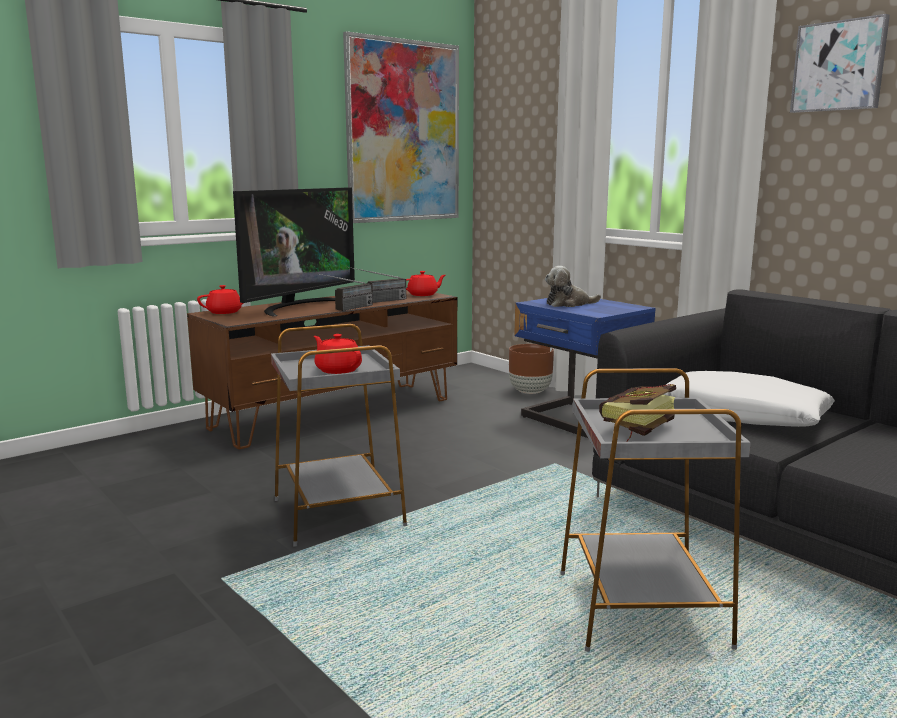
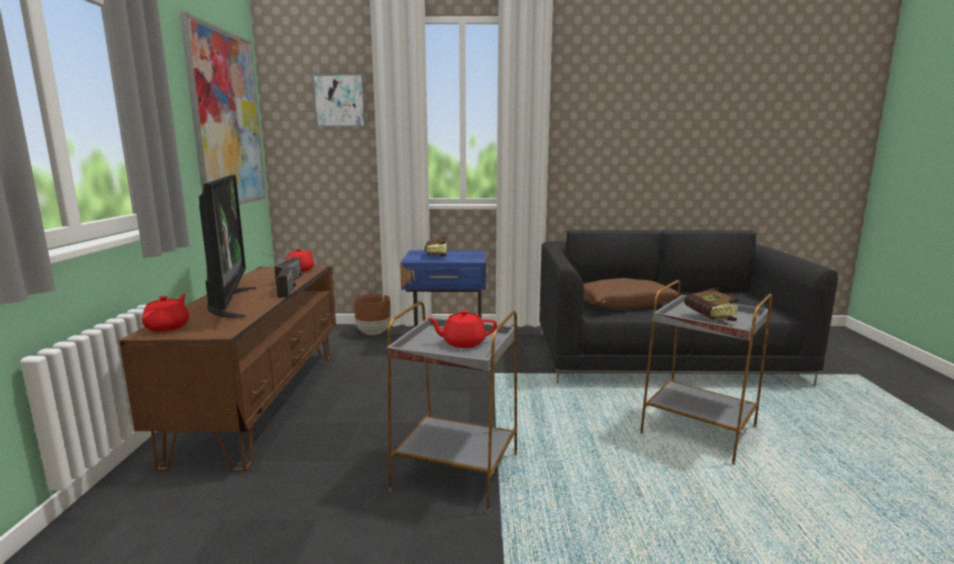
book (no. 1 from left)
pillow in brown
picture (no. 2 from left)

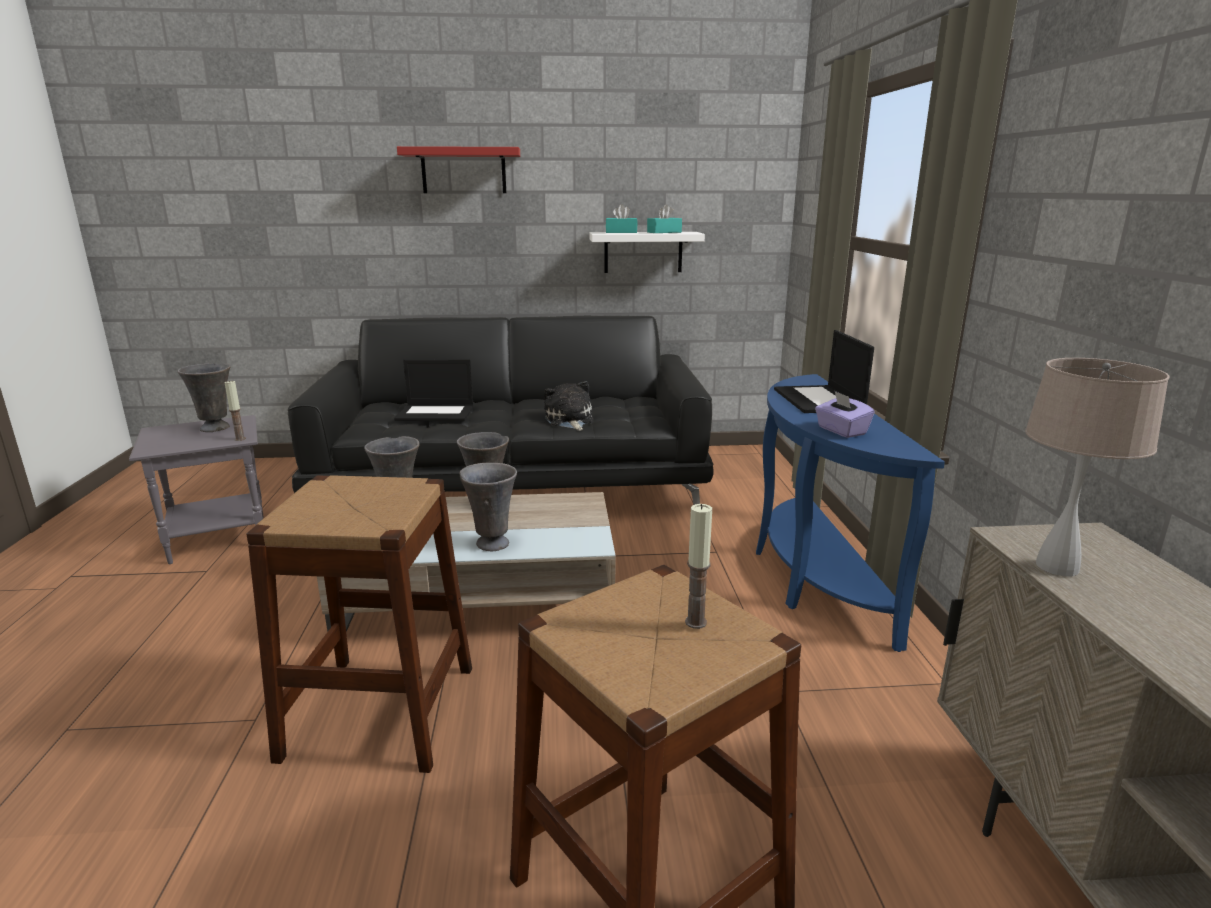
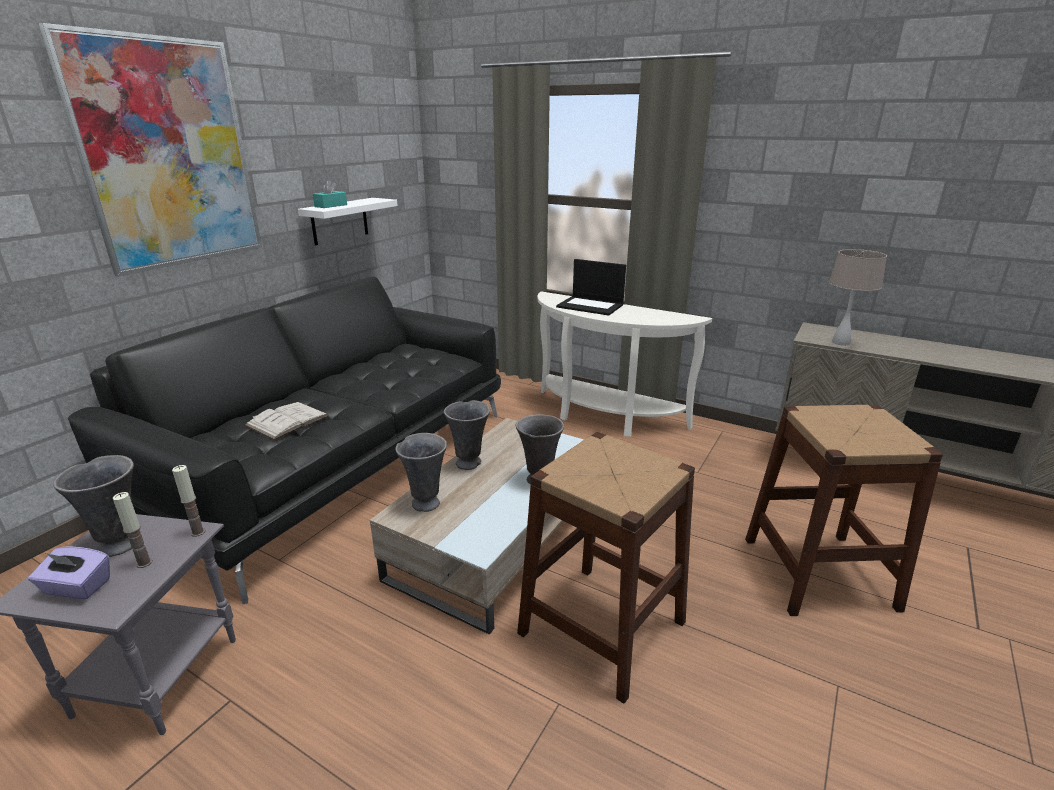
book in white
picture
plush toy
tissue box in turquoise (no. 2 from left in the first image)
candle (no. 1 from left)
console table in white
tissue box in purple

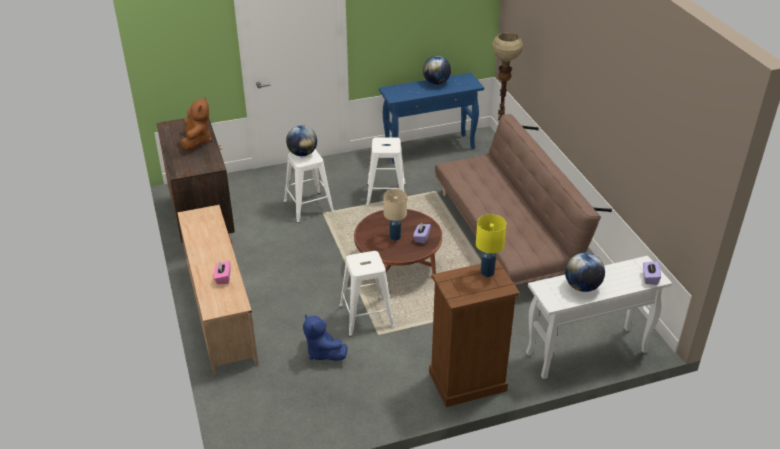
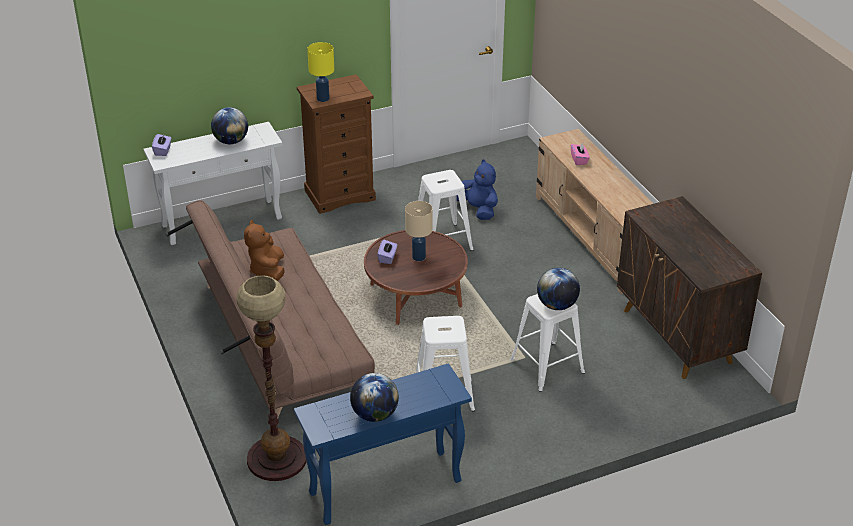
plush toy in brown

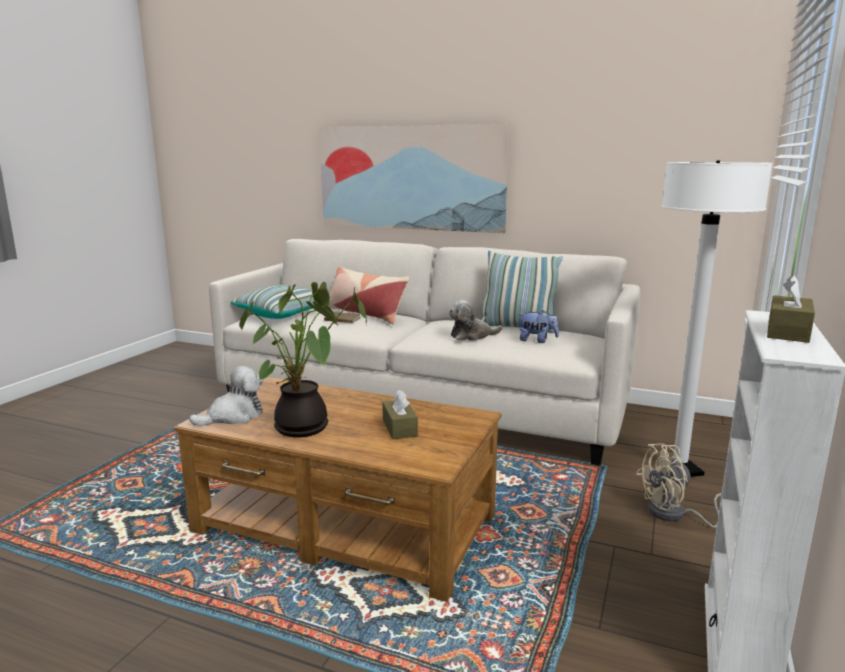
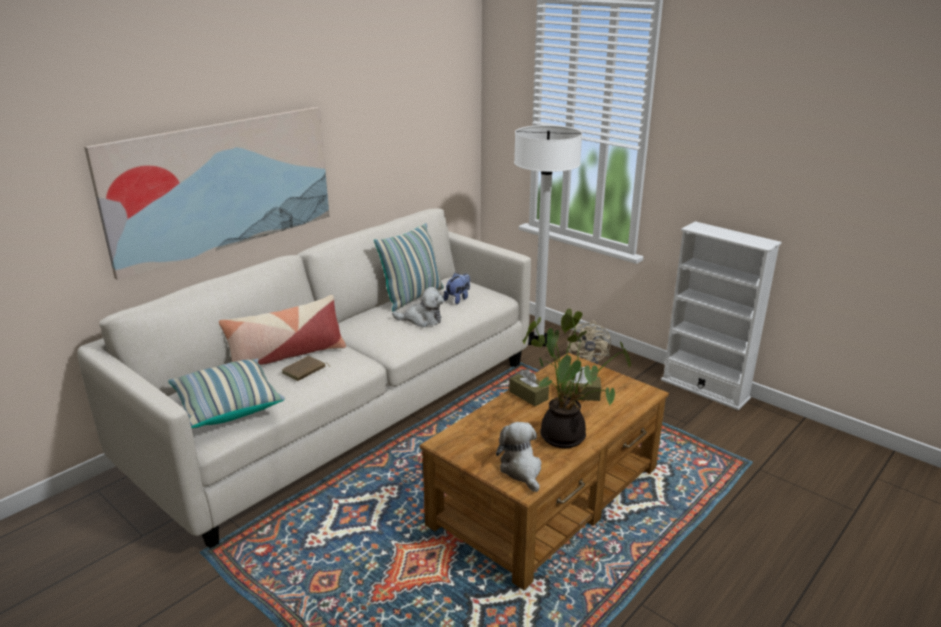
plush toy (no. 1 from left)
tissue box in brown (no. 1 from left)

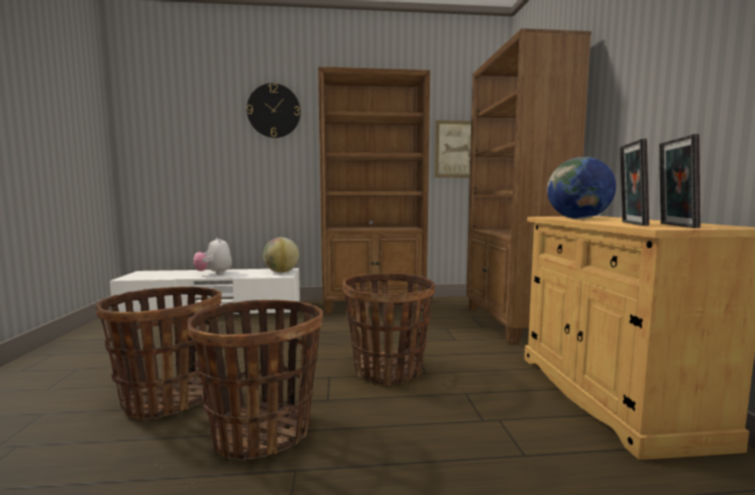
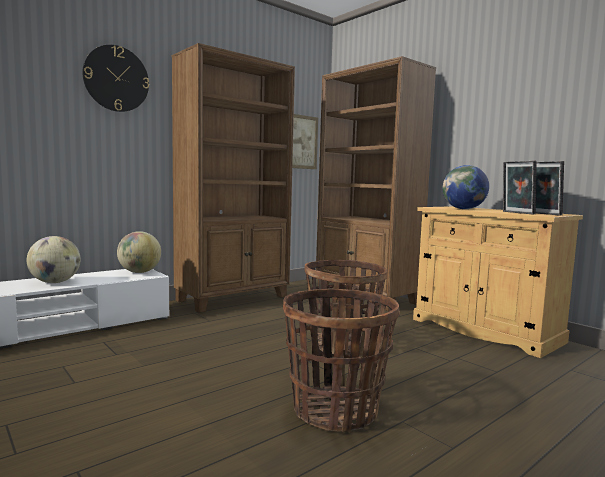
basket (no. 1 from left in the first image)
globe (no. 1 from left)

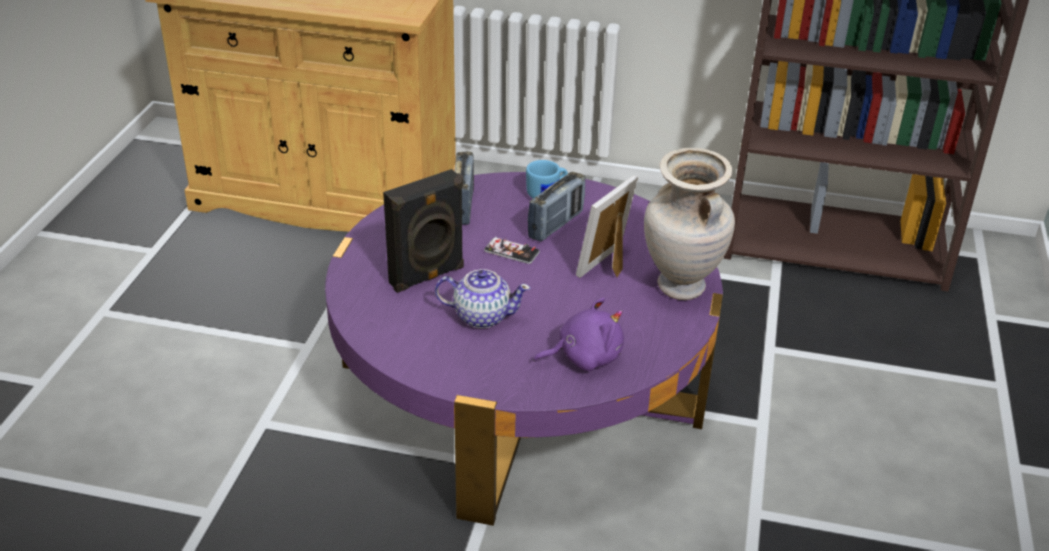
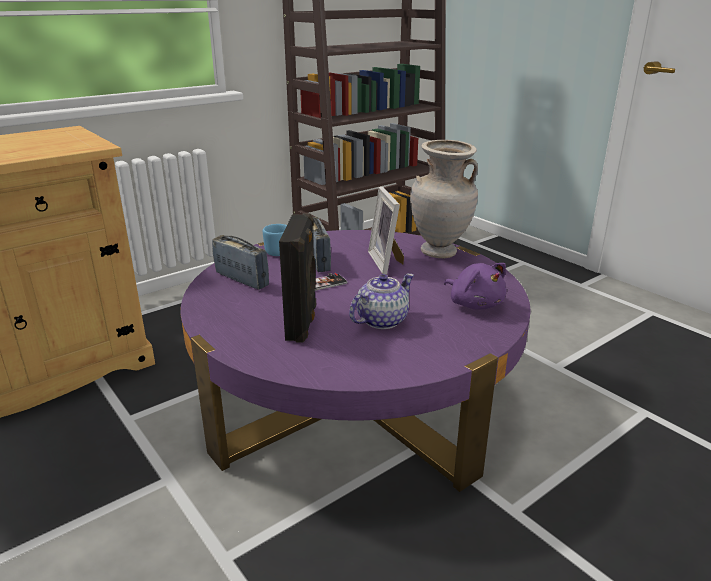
plush toy in purple

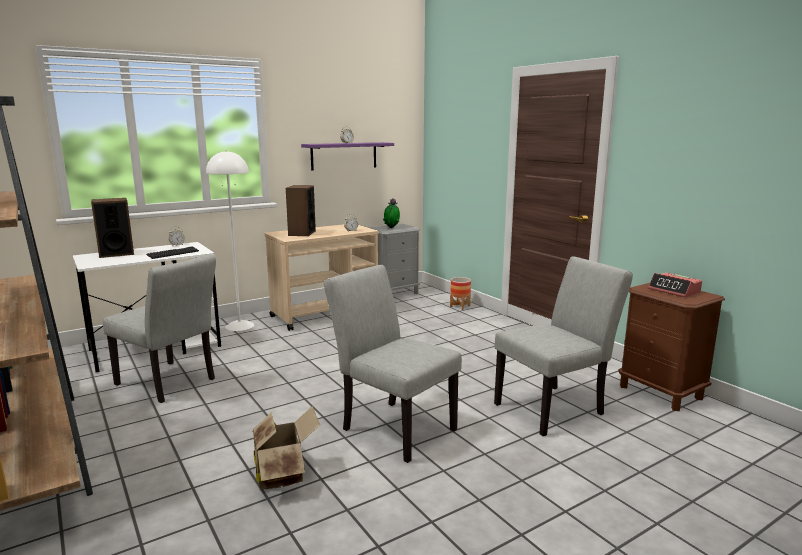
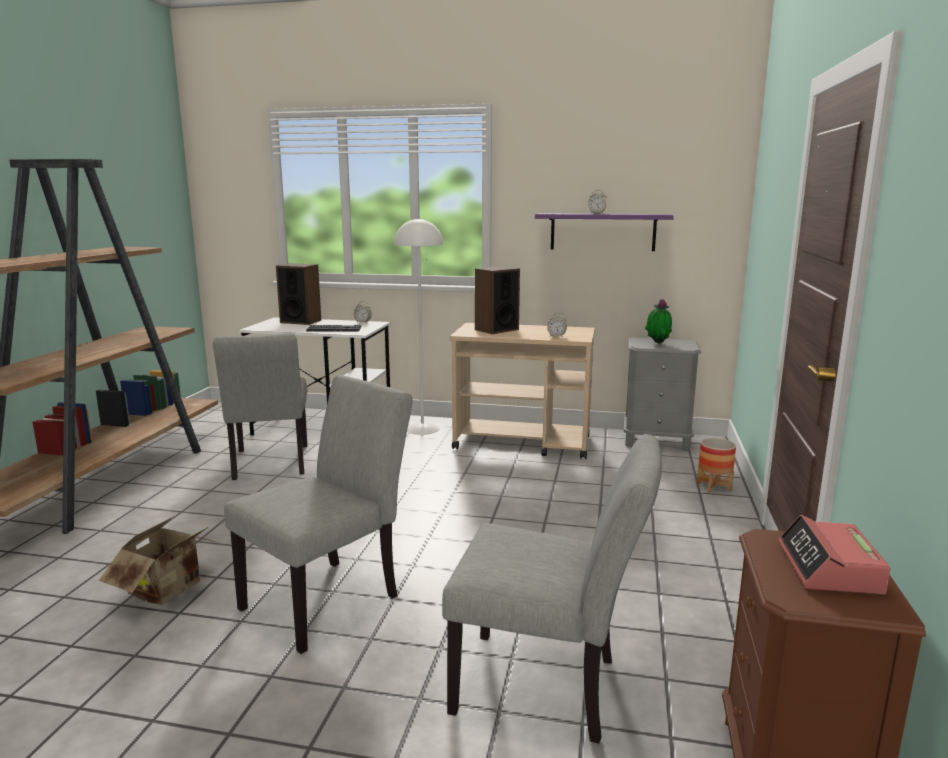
chair in grey (no. 2 from left)

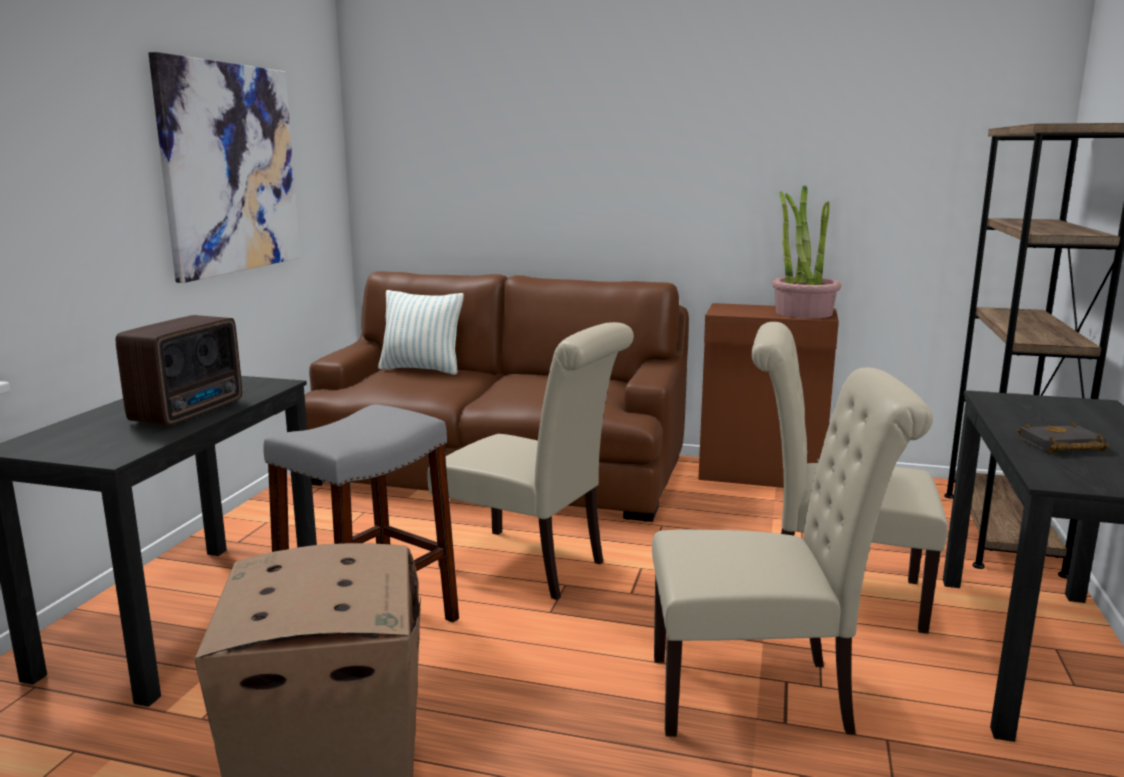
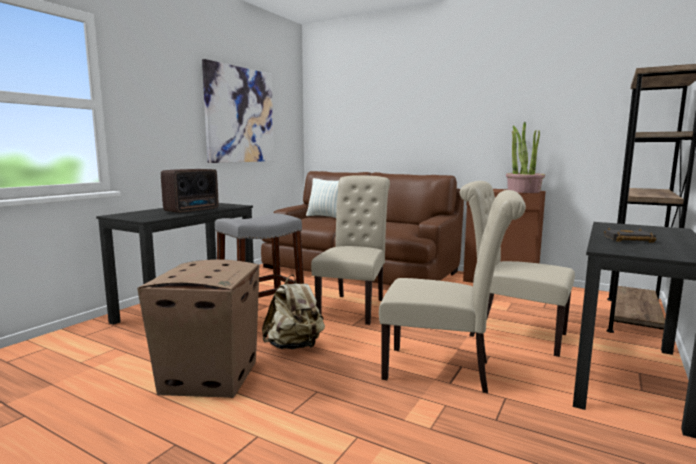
chair in beige (no. 1 from left)
backpack in beige

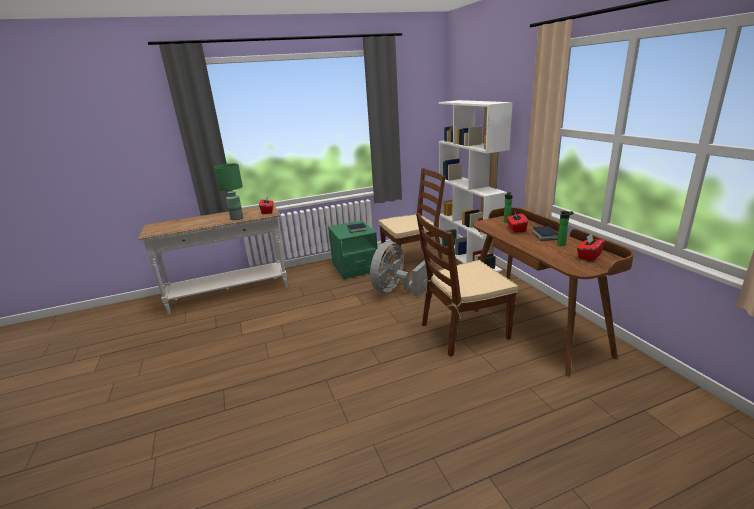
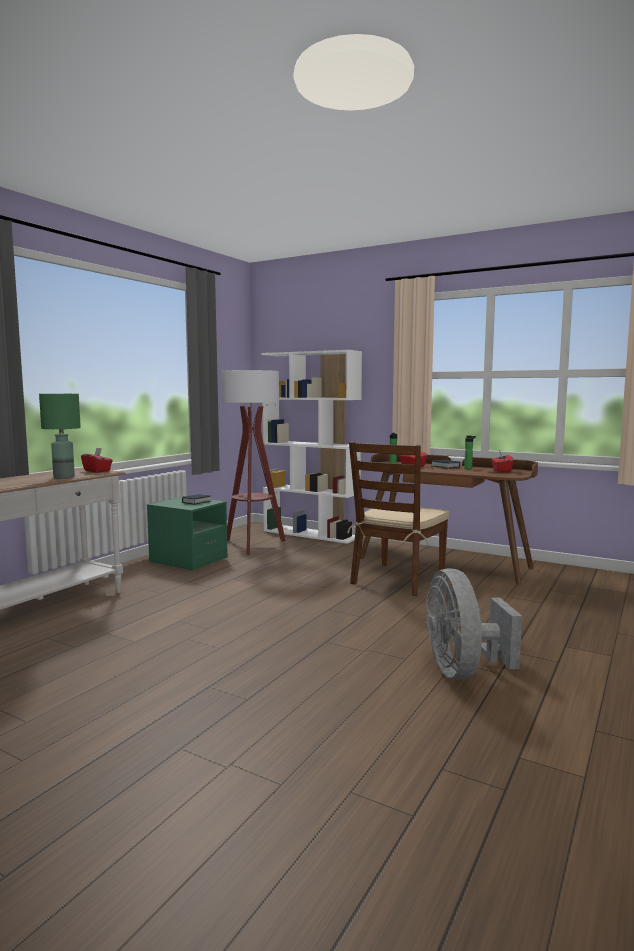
fan in grey
floor lamp

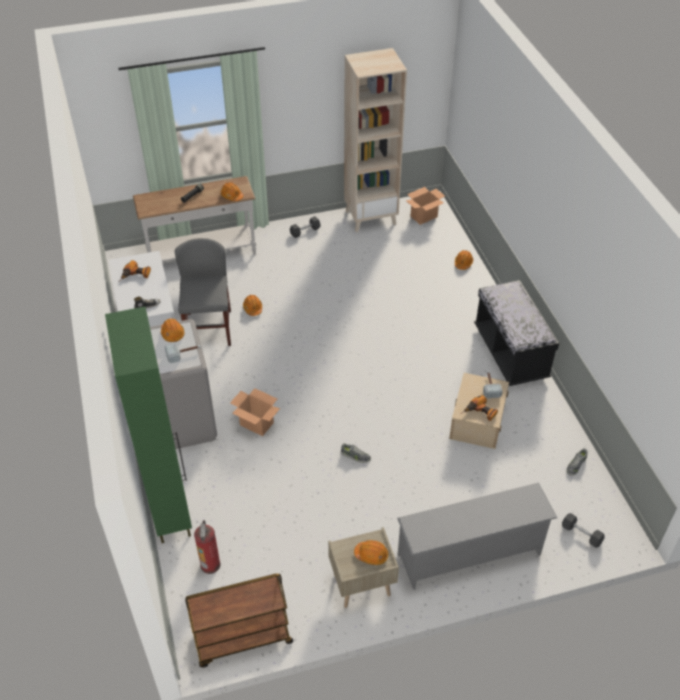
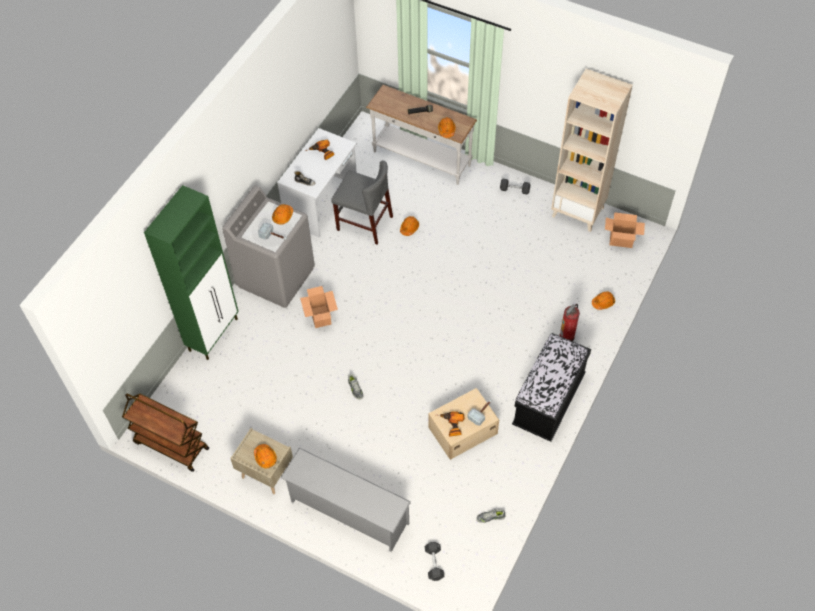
chair in grey
fire extinguisher

